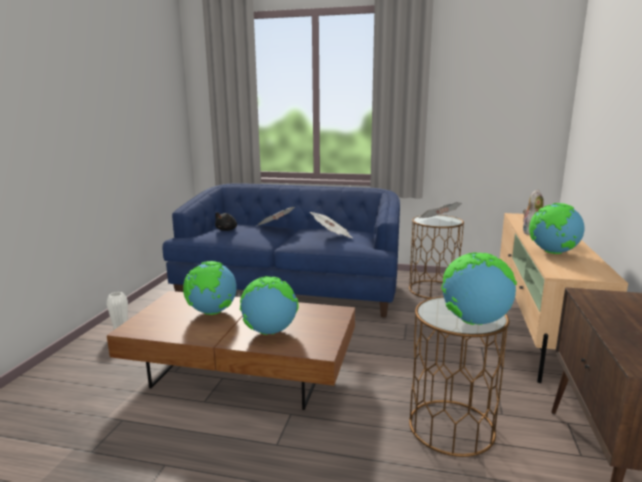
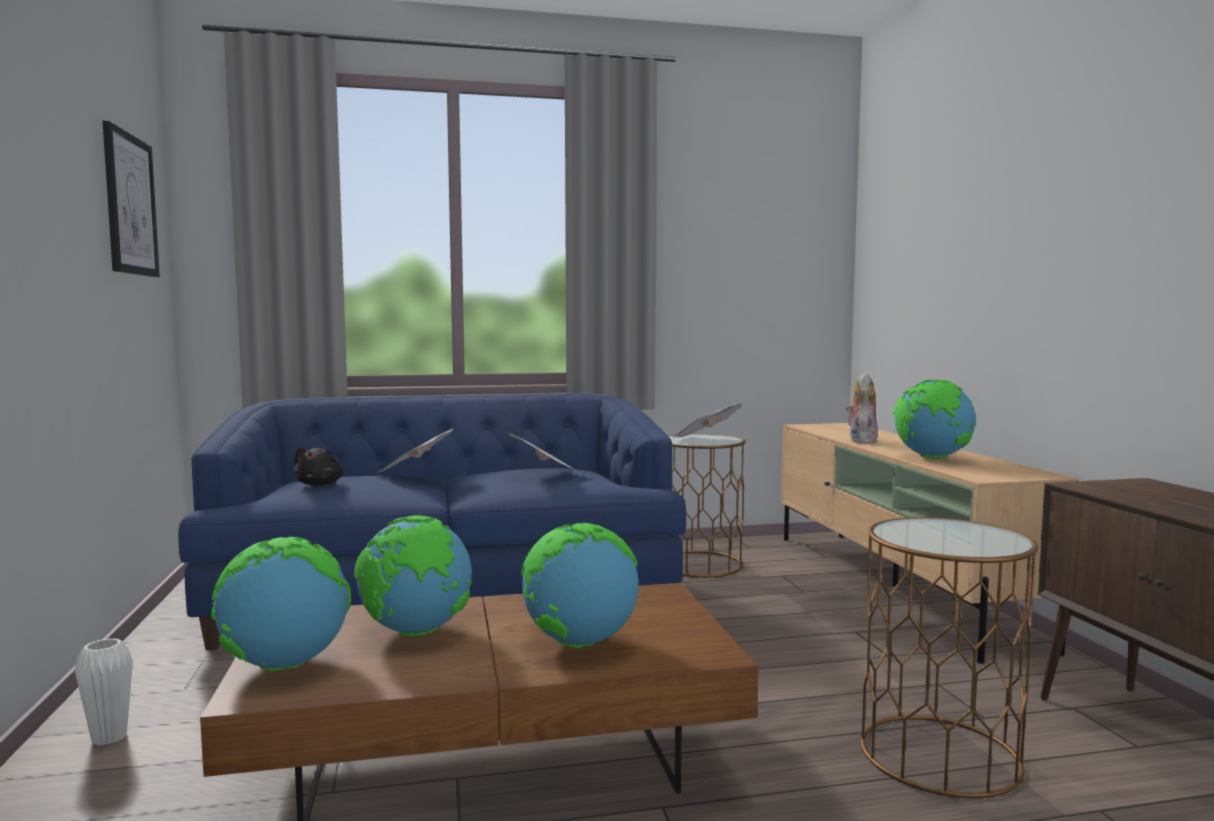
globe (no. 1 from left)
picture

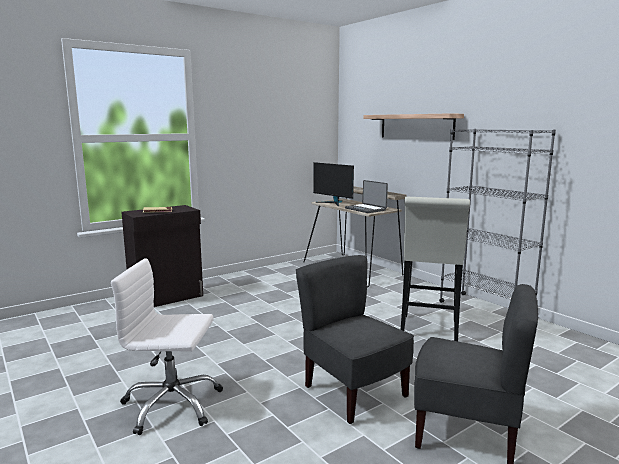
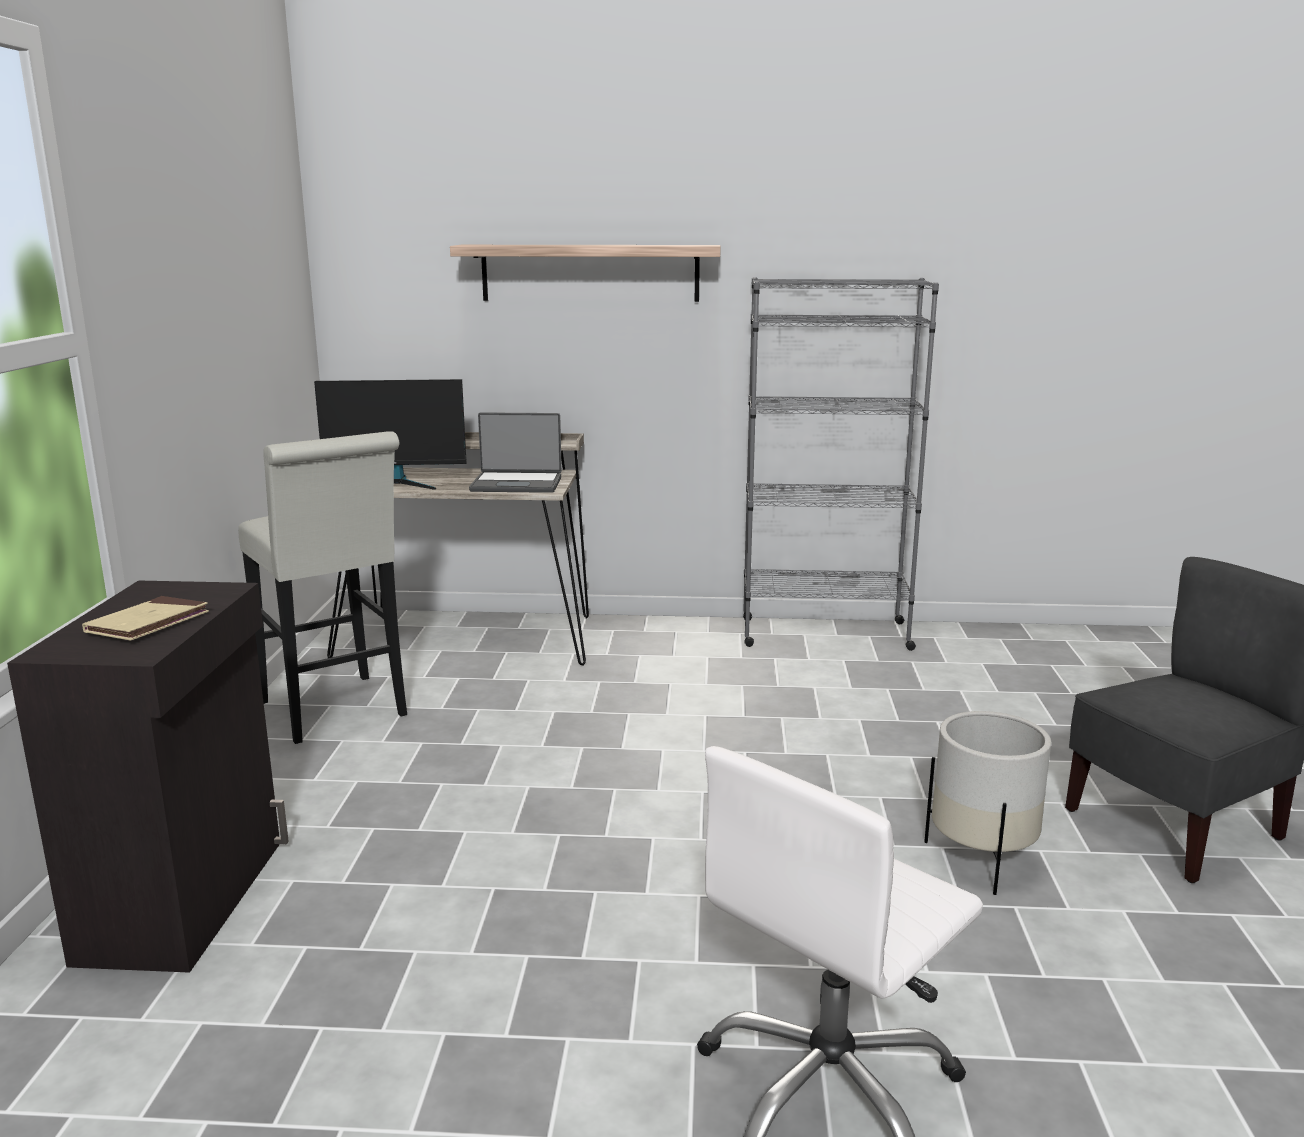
planter in white
stool in white

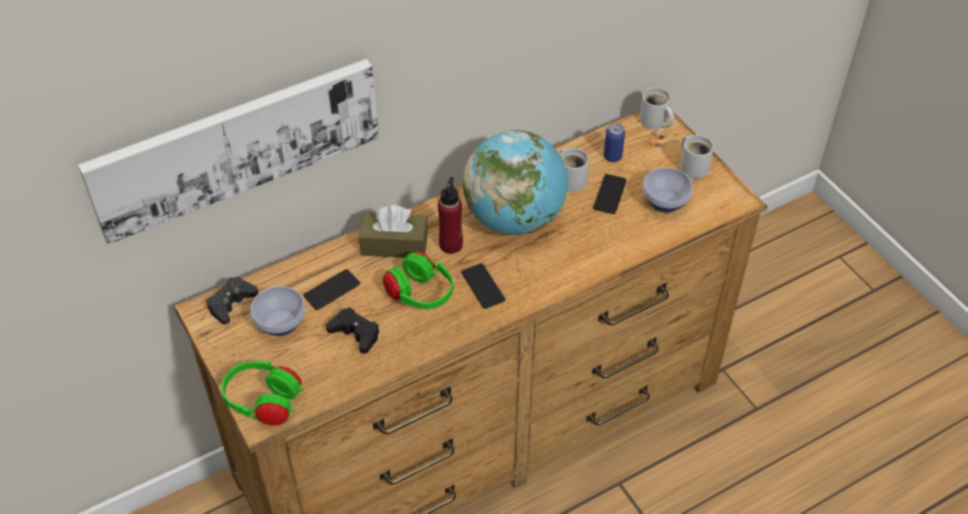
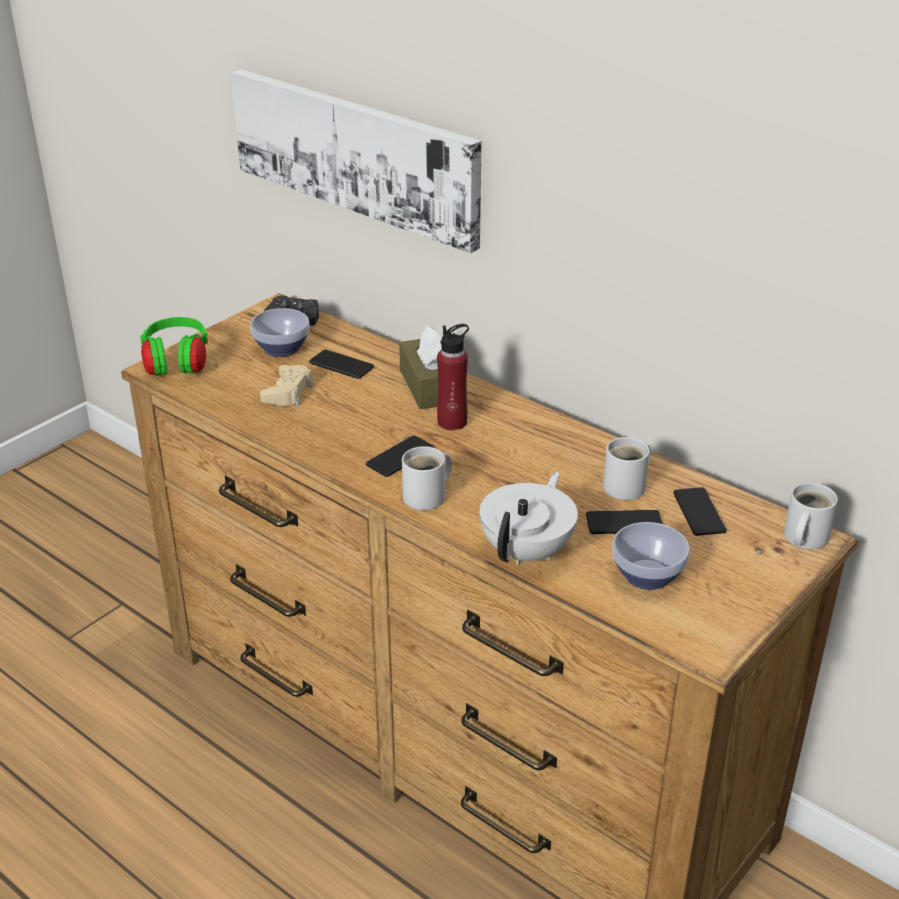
game controller in beige
headphones in green (no. 2 from left in the first image)
globe
phone (no. 4 from left)
mug in white (no. 1 from left)
teapot in white

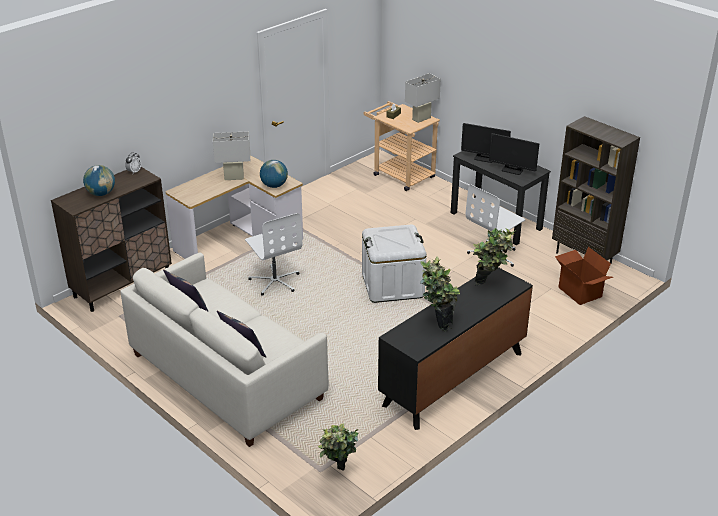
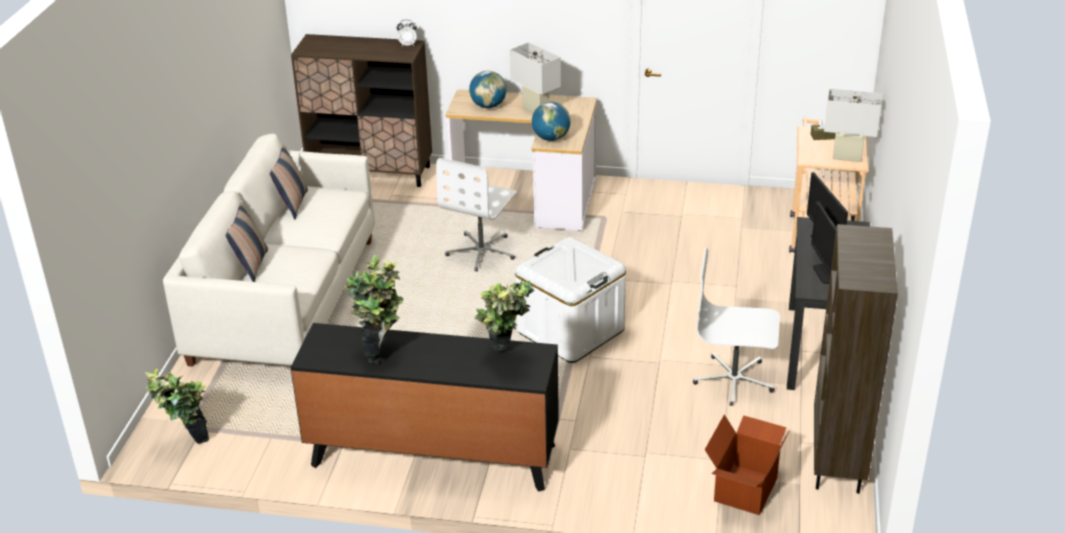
globe (no. 1 from left)

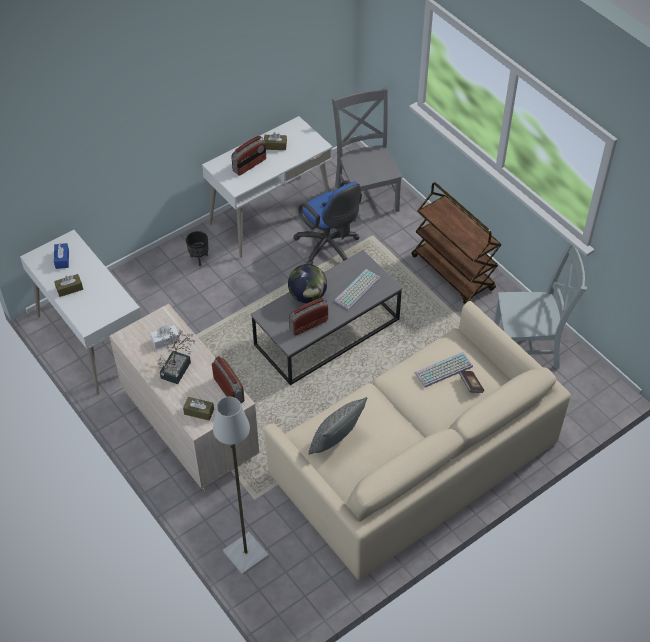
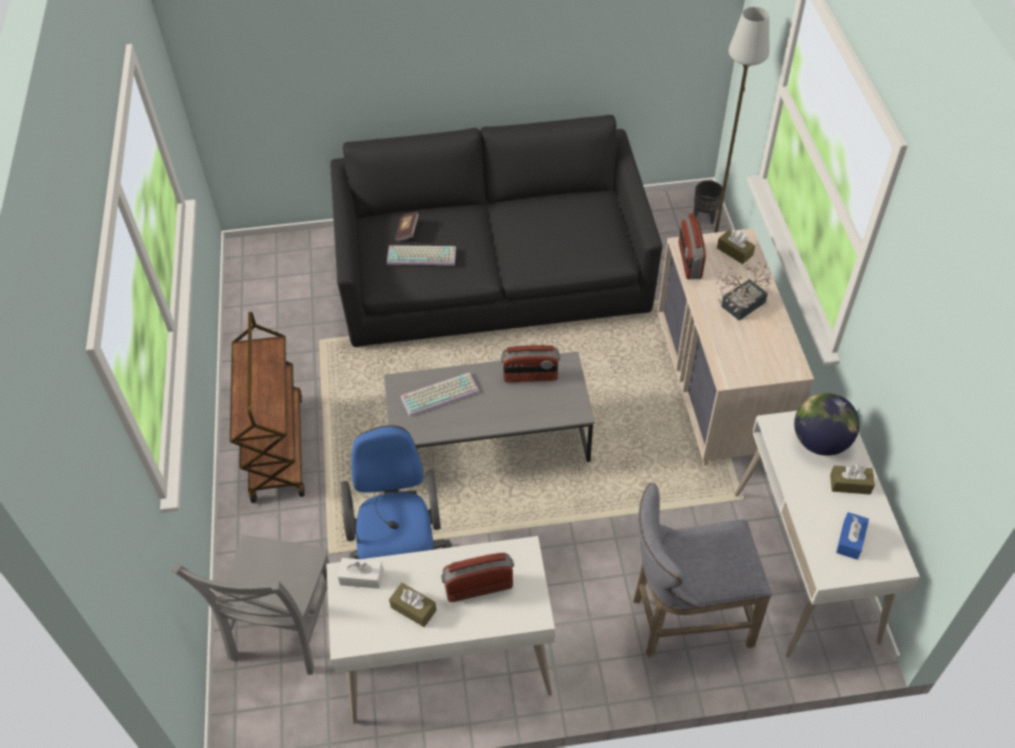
tissue box in white
planter in black
sofa in black
globe
pillow in grey
chair in grey (no. 2 from left in the first image)
stool in grey

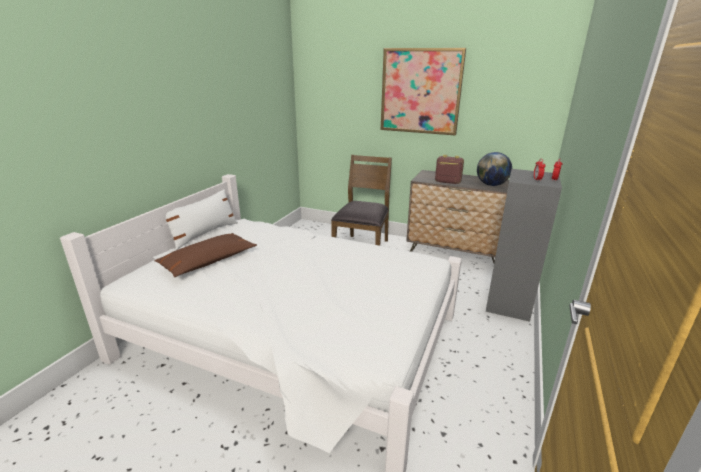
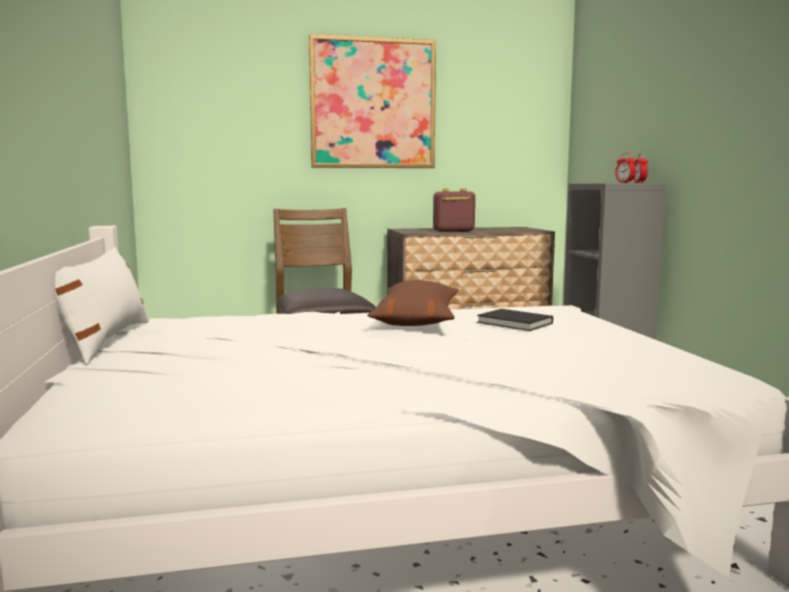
pillow in brown
globe
book in black

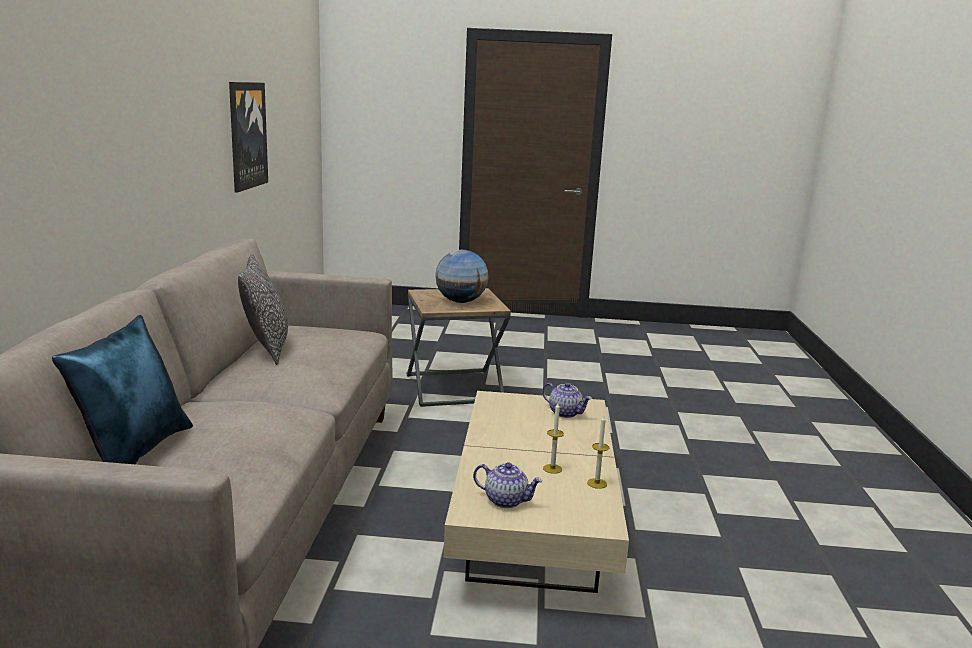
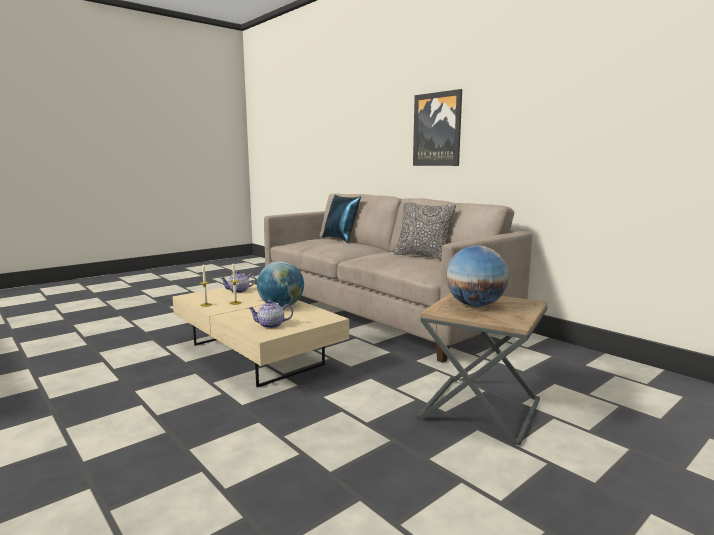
picture
globe (no. 1 from left)

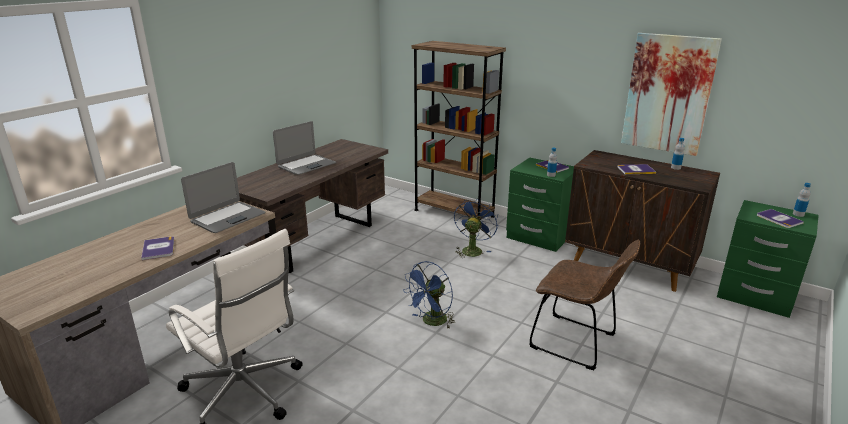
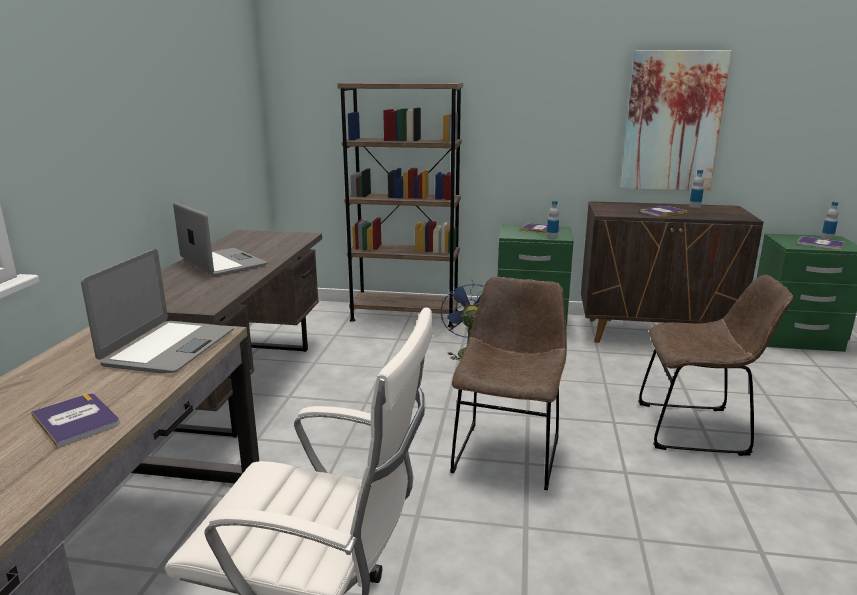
laptop (no. 2 from left)
chair in brown (no. 1 from left)

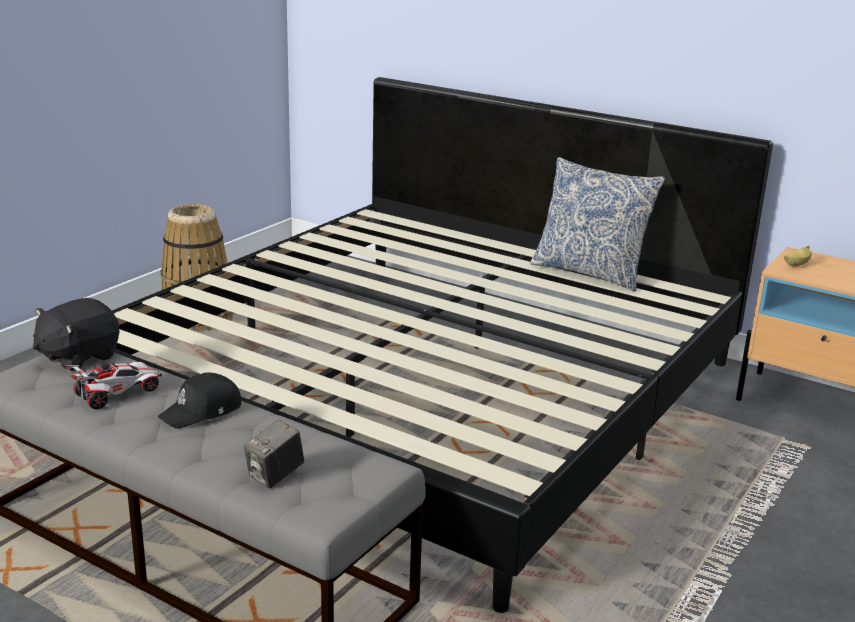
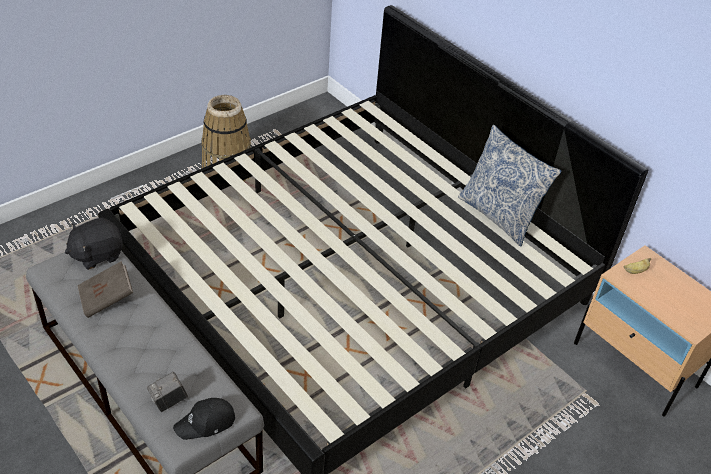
book in brown
cap in black

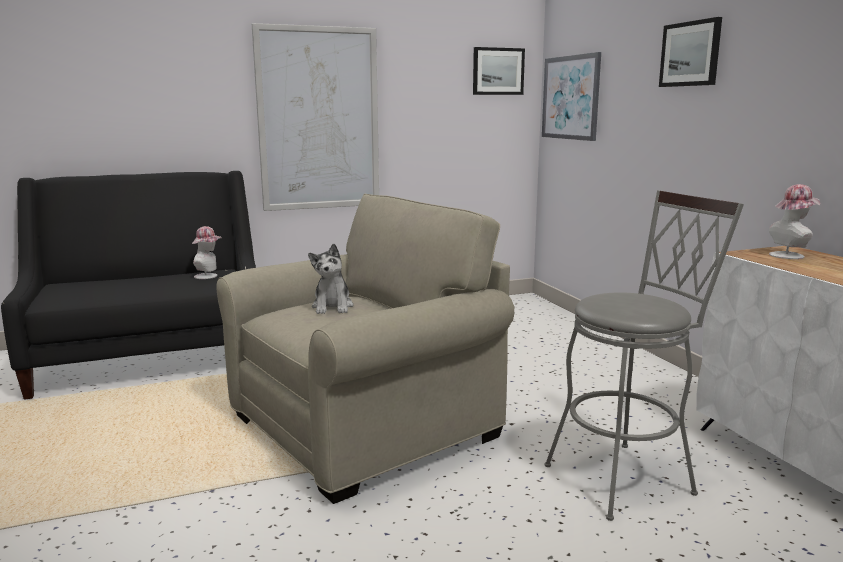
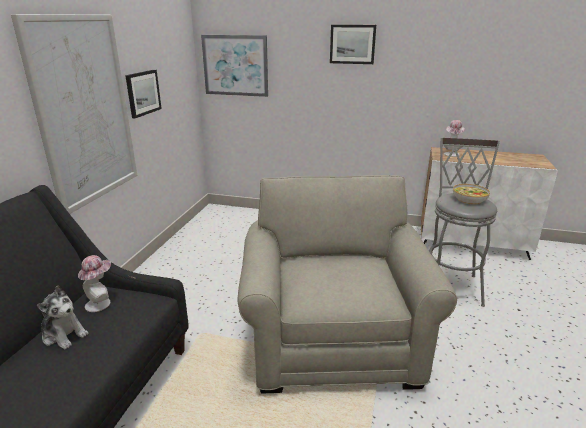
plush toy
picture (no. 2 from left)
bowl

